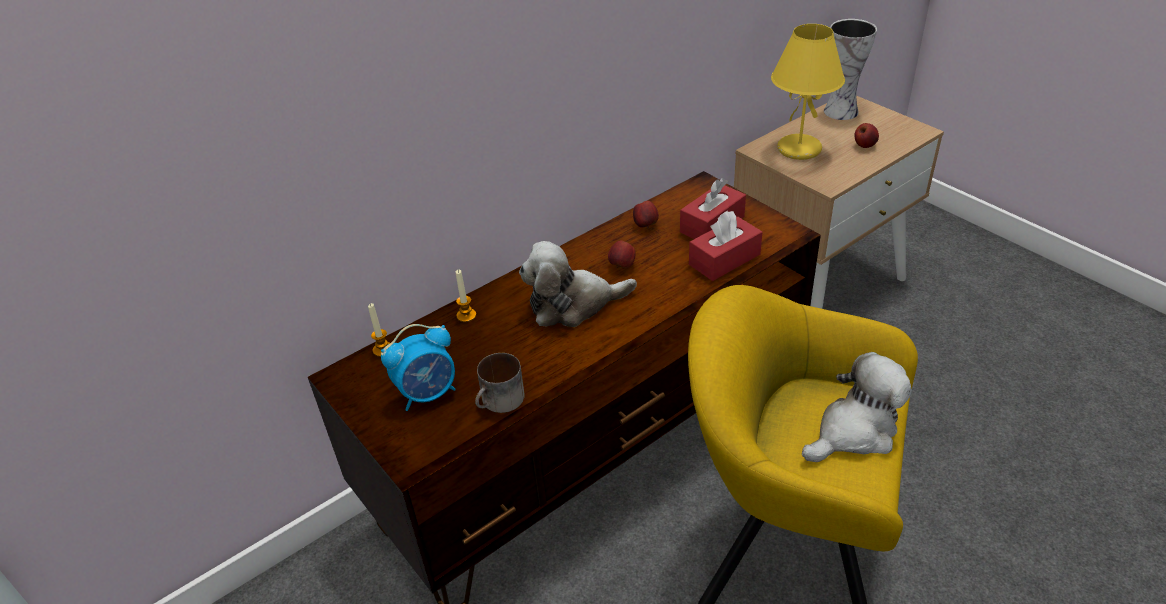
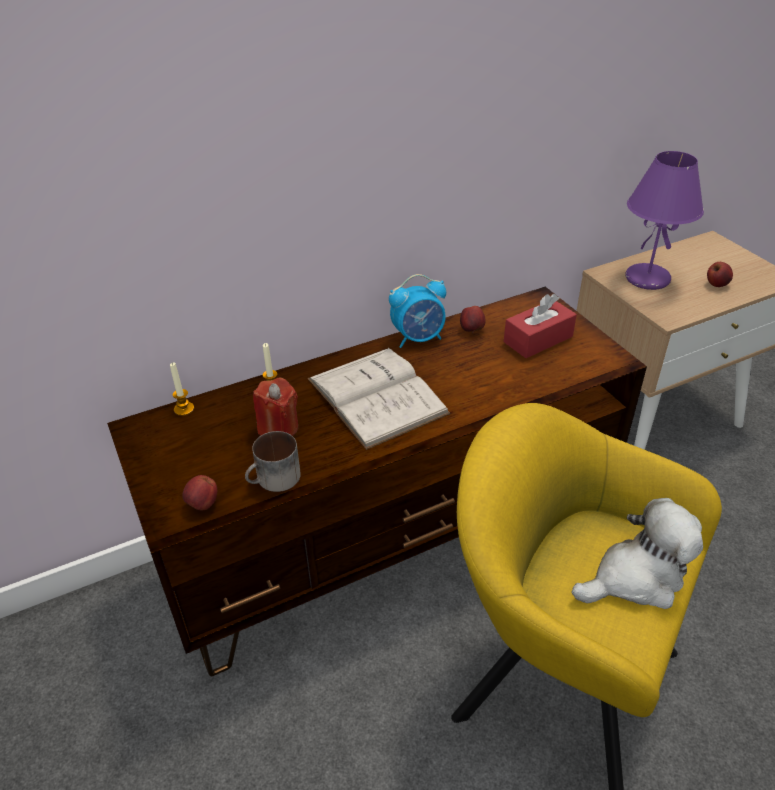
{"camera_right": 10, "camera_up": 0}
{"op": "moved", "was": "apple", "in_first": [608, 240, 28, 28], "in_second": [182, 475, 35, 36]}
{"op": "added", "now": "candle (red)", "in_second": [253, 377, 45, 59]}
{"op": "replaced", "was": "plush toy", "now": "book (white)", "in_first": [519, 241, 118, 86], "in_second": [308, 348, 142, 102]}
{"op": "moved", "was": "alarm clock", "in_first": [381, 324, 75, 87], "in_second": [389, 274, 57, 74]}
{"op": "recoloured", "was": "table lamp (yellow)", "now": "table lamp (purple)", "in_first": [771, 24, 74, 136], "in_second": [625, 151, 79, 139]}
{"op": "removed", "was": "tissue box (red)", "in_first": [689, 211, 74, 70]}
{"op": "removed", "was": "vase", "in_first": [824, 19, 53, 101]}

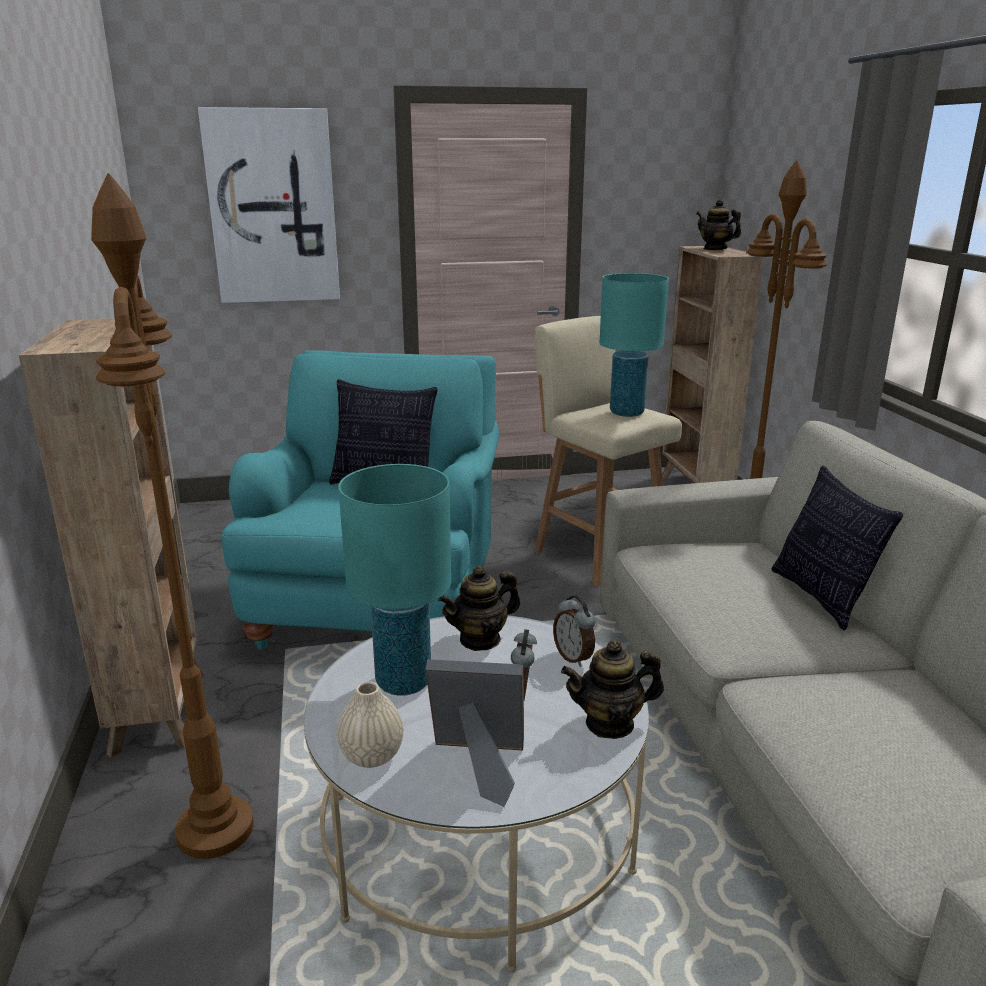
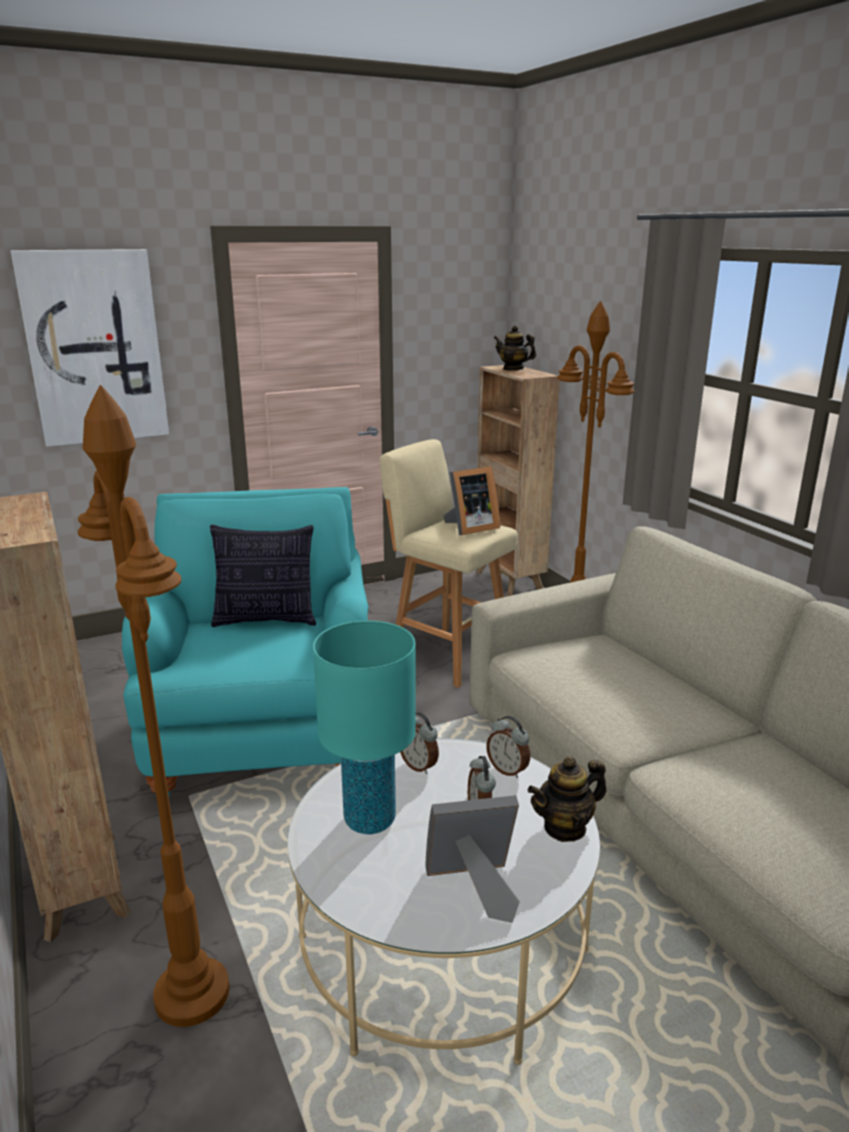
{"camera_right": -15, "camera_up": 0}
{"op": "replaced", "was": "teapot", "now": "alarm clock", "in_first": [438, 566, 82, 85], "in_second": [400, 712, 39, 62]}
{"op": "replaced", "was": "table lamp (turquoise)", "now": "picture frame", "in_first": [600, 273, 69, 144], "in_second": [443, 466, 57, 69]}
{"op": "removed", "was": "vase (beige)", "in_first": [337, 682, 66, 86]}
{"op": "removed", "was": "pillow", "in_first": [771, 466, 132, 164]}

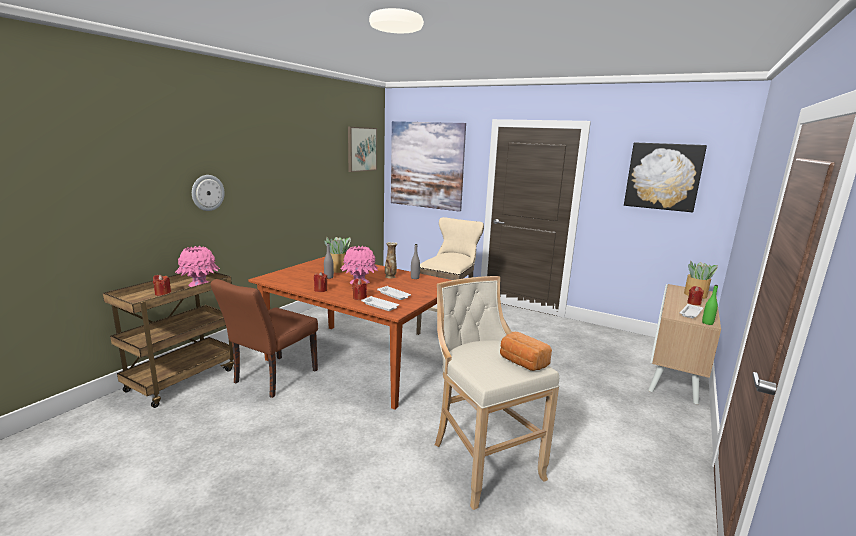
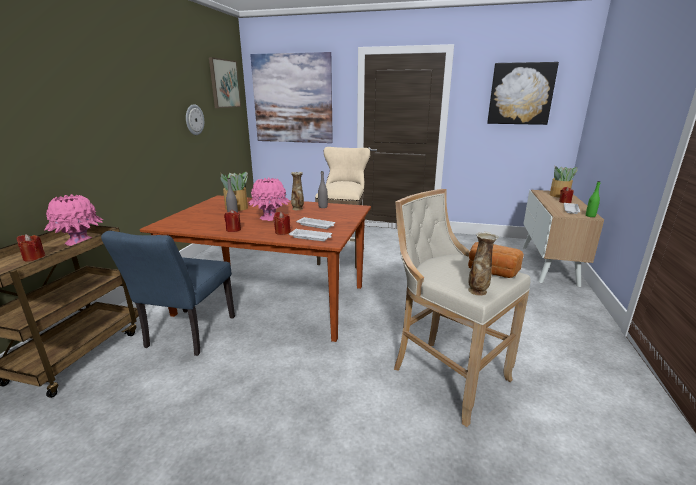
{"camera_right": -15, "camera_up": 5}
{"op": "recoloured", "was": "chair (brown)", "now": "chair (blue)", "in_first": [211, 279, 107, 119], "in_second": [101, 231, 134, 125]}
{"op": "moved", "was": "wall clock", "in_first": [192, 175, 33, 36], "in_second": [186, 104, 18, 31]}
{"op": "added", "now": "vase", "in_second": [468, 232, 31, 64]}

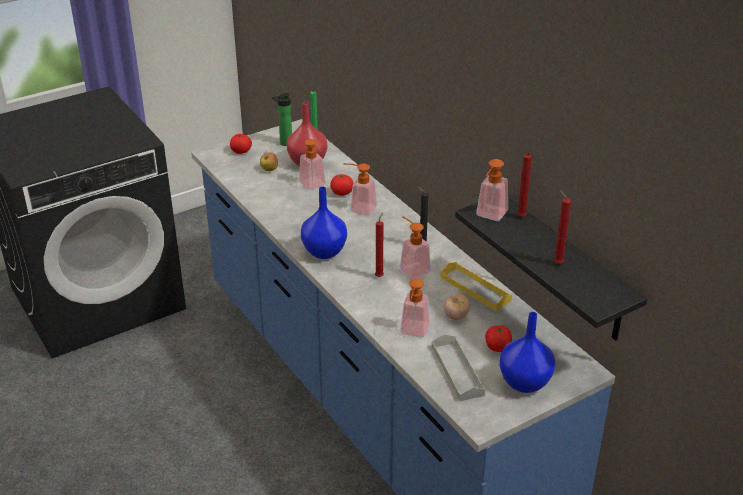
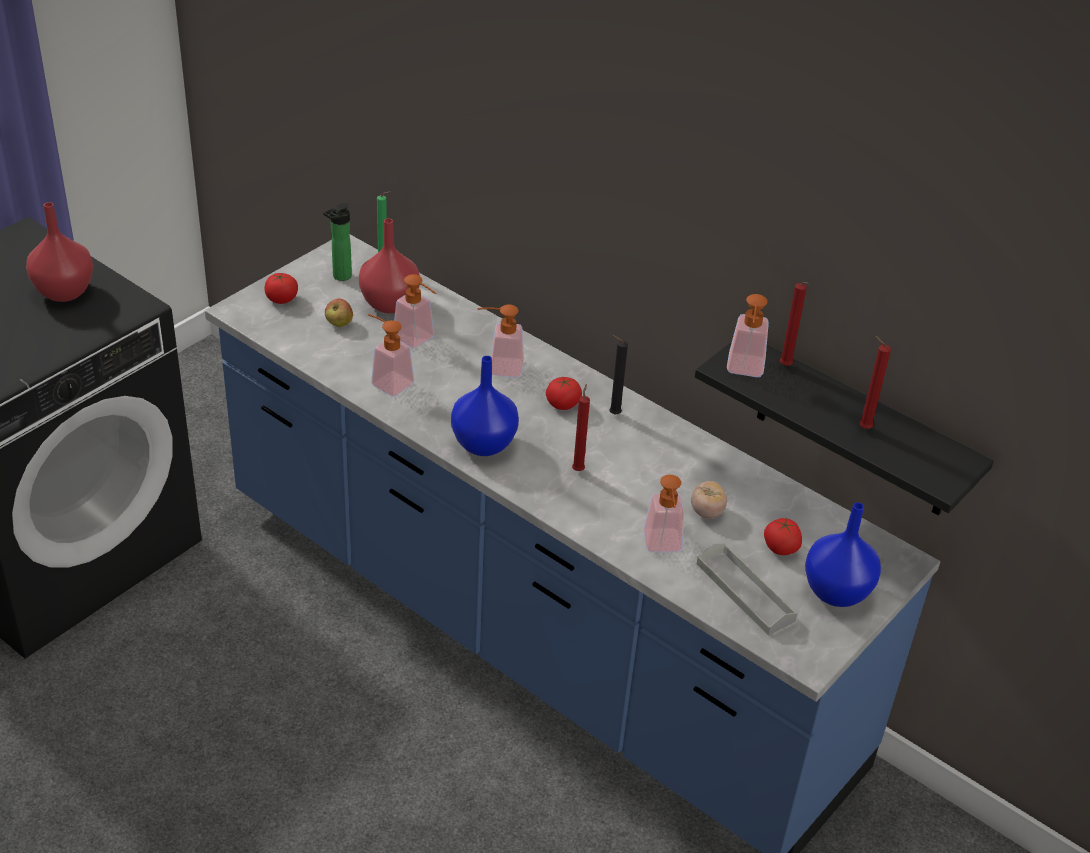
{"camera_right": -20, "camera_up": 5}
{"op": "added", "now": "vase (red)", "in_second": [26, 202, 67, 100]}
{"op": "moved", "was": "soap dispenser", "in_first": [400, 216, 31, 63], "in_second": [368, 314, 46, 83]}
{"op": "moved", "was": "tomato", "in_first": [330, 174, 23, 22], "in_second": [546, 376, 36, 34]}
{"op": "removed", "was": "tray (yellow)", "in_first": [440, 262, 72, 49]}

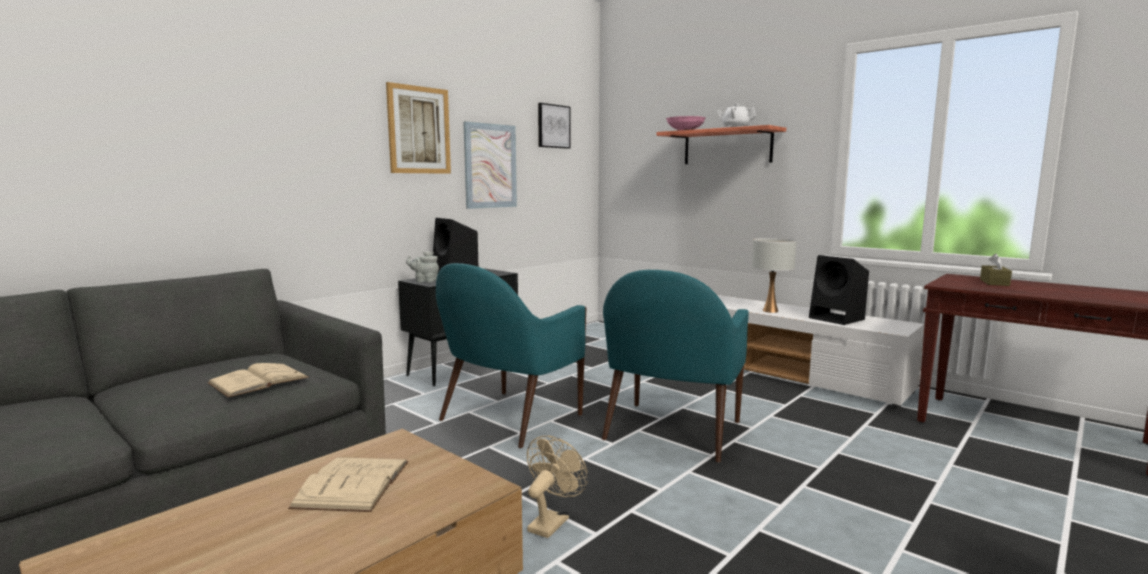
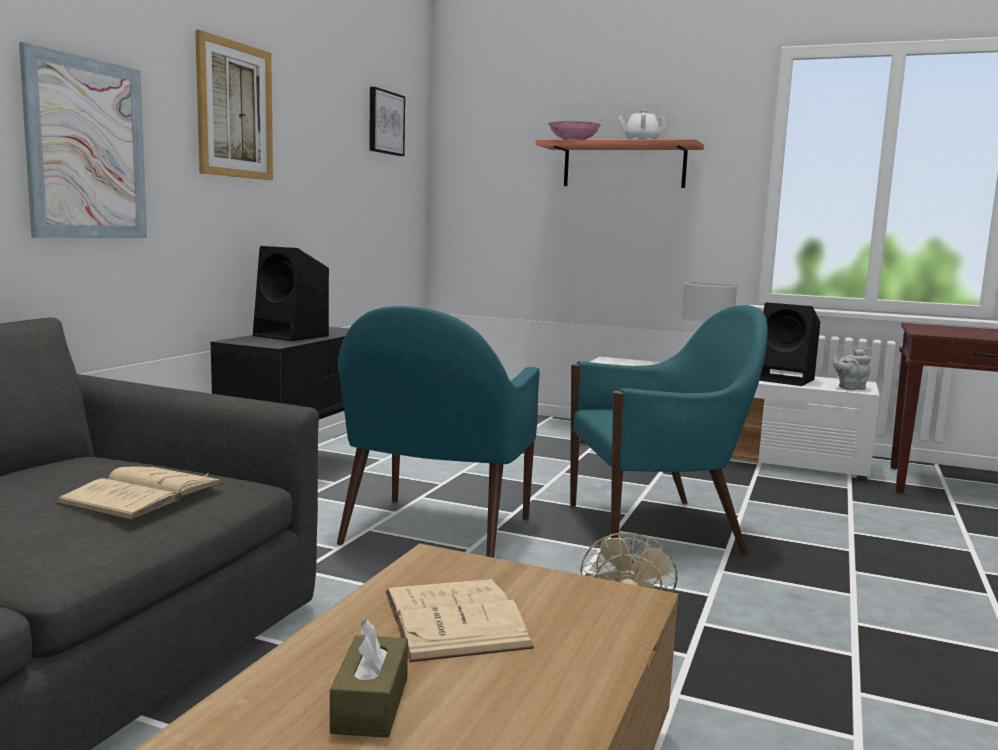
{"camera_right": -20, "camera_up": 0}
{"op": "moved", "was": "picture", "in_first": [464, 121, 53, 88], "in_second": [19, 42, 128, 196]}
{"op": "moved", "was": "tissue box (brown)", "in_first": [980, 253, 32, 33], "in_second": [330, 619, 78, 119]}
{"op": "turned", "was": "armchair (turquoise)", "in_first": [602, 270, 147, 193], "in_second": [570, 305, 198, 251], "clockwise": -105}
{"op": "moved", "was": "teapot (grey)", "in_first": [406, 251, 33, 32], "in_second": [833, 349, 38, 41]}

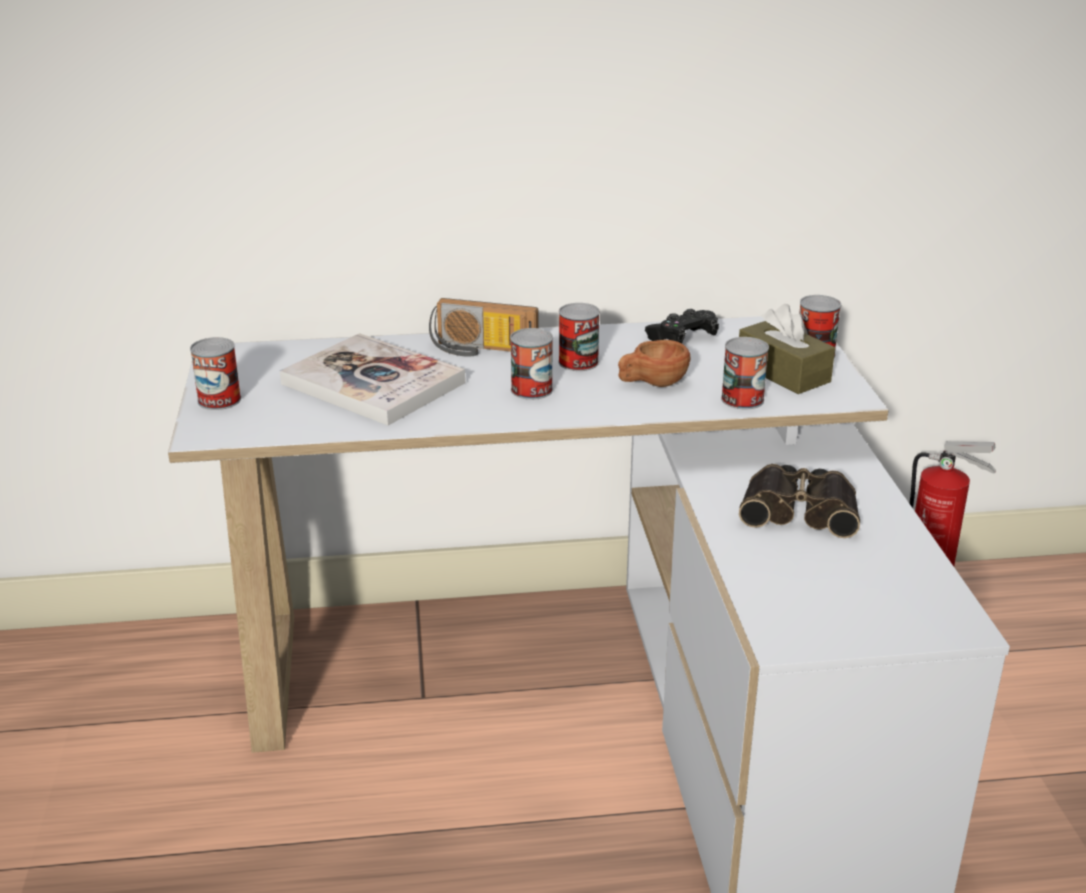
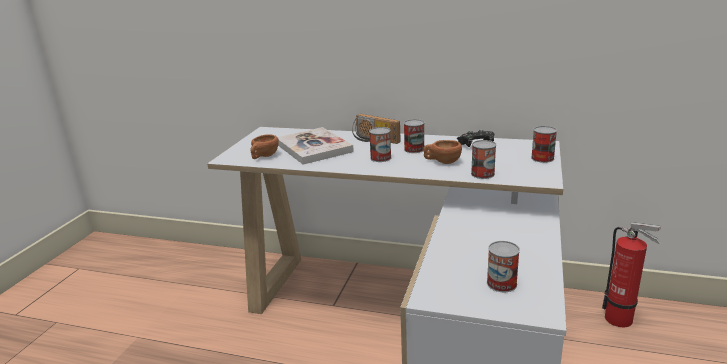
{"camera_right": 25, "camera_up": -5}
{"op": "added", "now": "cup (brown)", "in_second": [251, 134, 28, 25]}
{"op": "moved", "was": "can", "in_first": [190, 337, 51, 73], "in_second": [487, 241, 33, 51]}
{"op": "removed", "was": "tissue box (brown)", "in_first": [739, 304, 96, 90]}
{"op": "removed", "was": "binoculars", "in_first": [739, 464, 121, 74]}

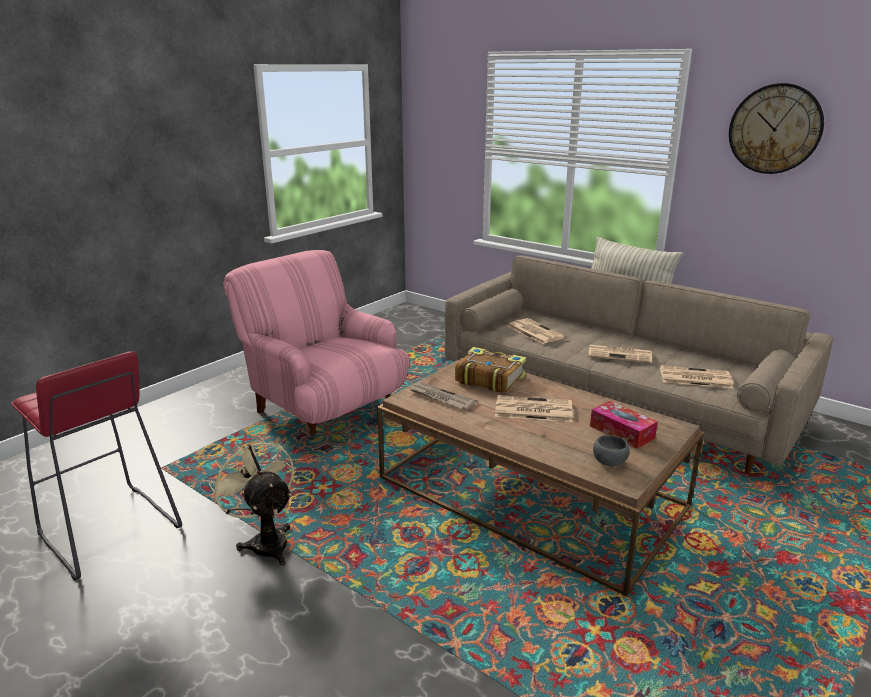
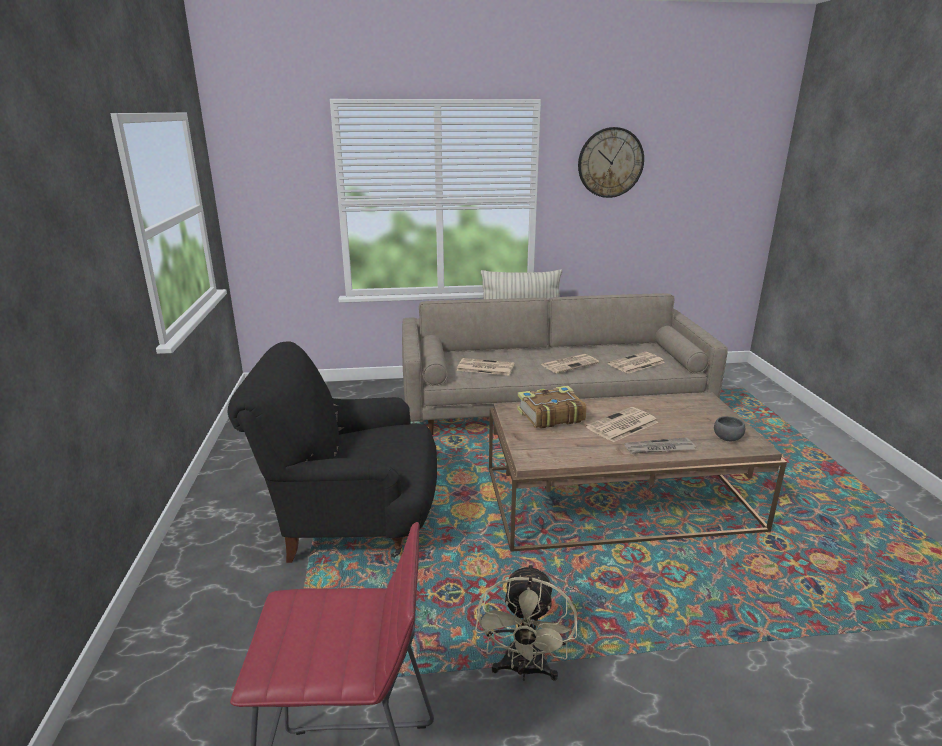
{"camera_right": -45, "camera_up": 0}
{"op": "recoloured", "was": "armchair (pink)", "now": "armchair (black)", "in_first": [224, 250, 185, 190], "in_second": [227, 341, 210, 222]}
{"op": "turned", "was": "fan (beige)", "in_first": [209, 436, 85, 129], "in_second": [475, 564, 102, 117], "clockwise": -90}
{"op": "moved", "was": "newspaper", "in_first": [408, 382, 69, 27], "in_second": [624, 437, 72, 17]}
{"op": "removed", "was": "tissue box", "in_first": [590, 401, 68, 48]}

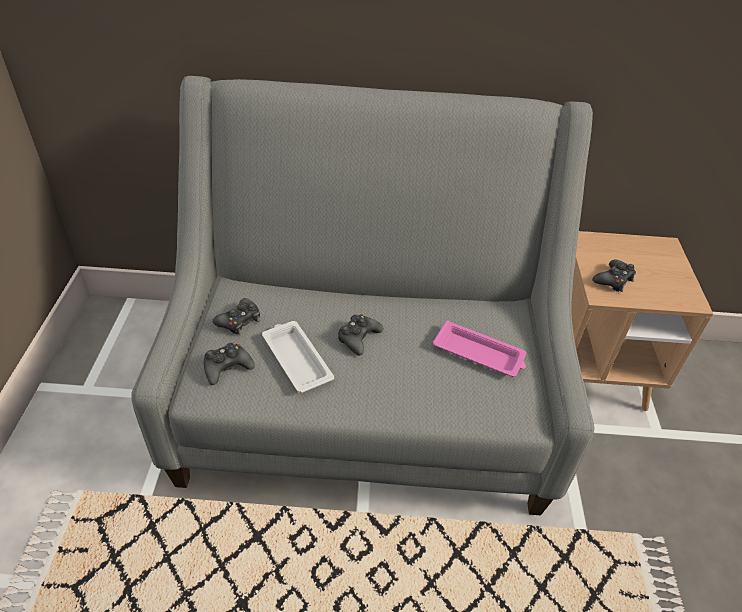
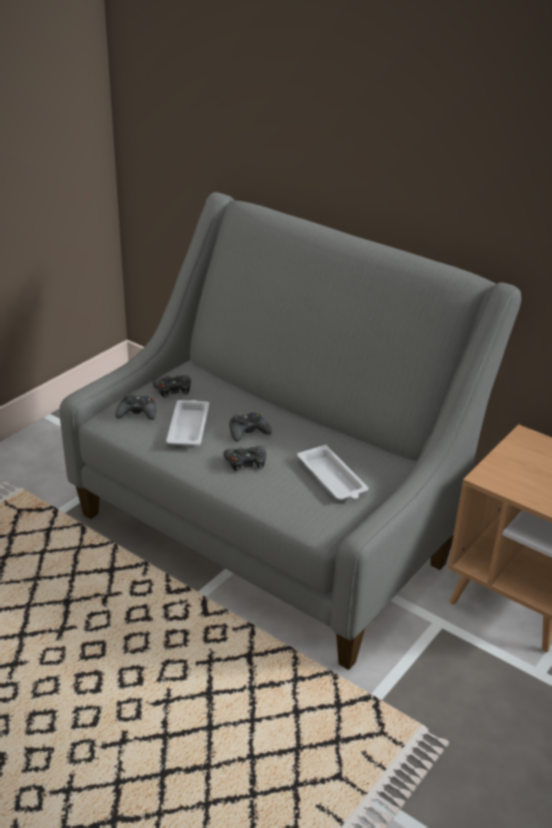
{"camera_right": 35, "camera_up": -10}
{"op": "moved", "was": "game controller (black)", "in_first": [592, 259, 44, 33], "in_second": [223, 446, 43, 26]}
{"op": "recoloured", "was": "tray (pink)", "now": "tray (white)", "in_first": [433, 320, 94, 57], "in_second": [297, 445, 71, 55]}

